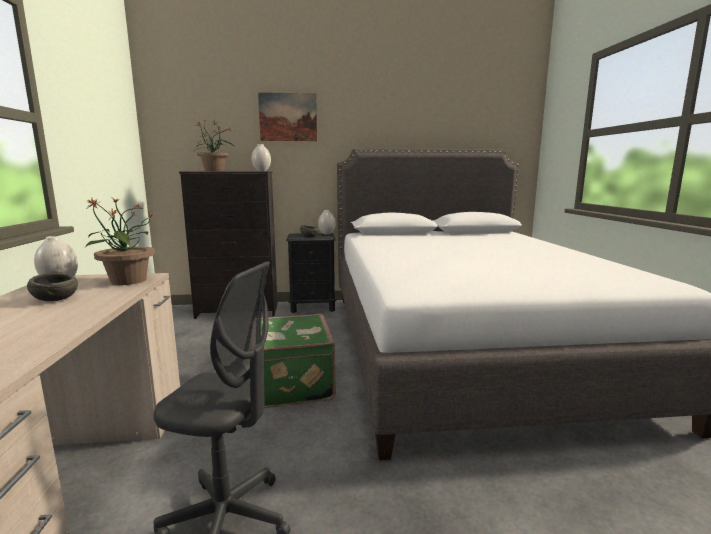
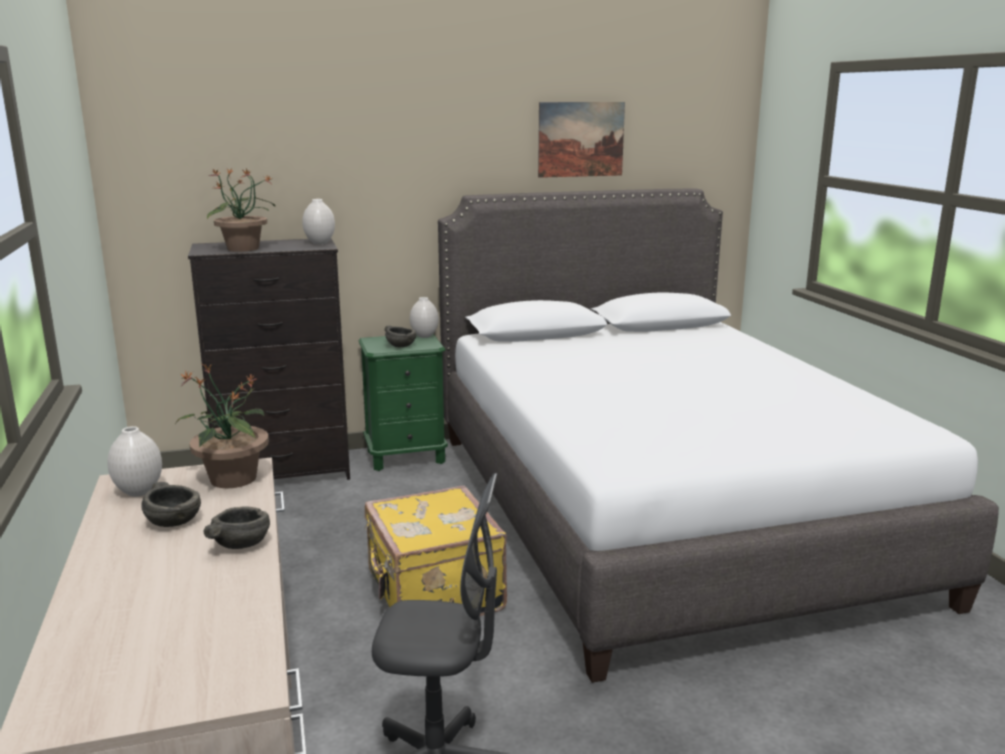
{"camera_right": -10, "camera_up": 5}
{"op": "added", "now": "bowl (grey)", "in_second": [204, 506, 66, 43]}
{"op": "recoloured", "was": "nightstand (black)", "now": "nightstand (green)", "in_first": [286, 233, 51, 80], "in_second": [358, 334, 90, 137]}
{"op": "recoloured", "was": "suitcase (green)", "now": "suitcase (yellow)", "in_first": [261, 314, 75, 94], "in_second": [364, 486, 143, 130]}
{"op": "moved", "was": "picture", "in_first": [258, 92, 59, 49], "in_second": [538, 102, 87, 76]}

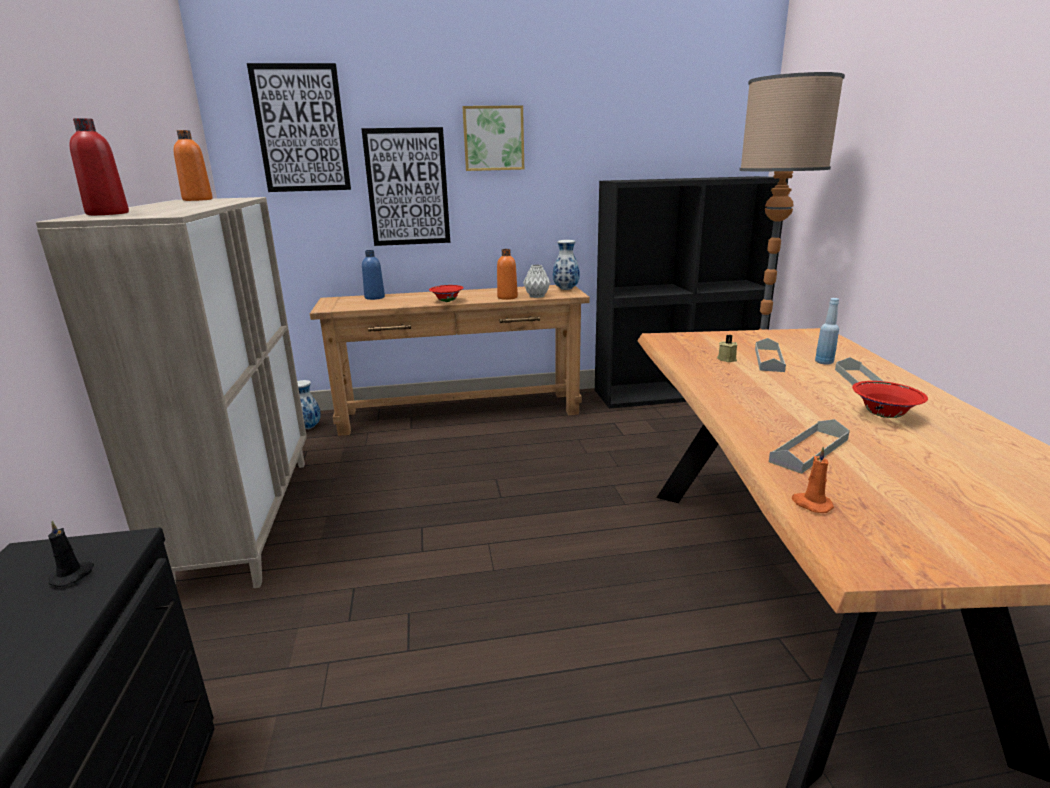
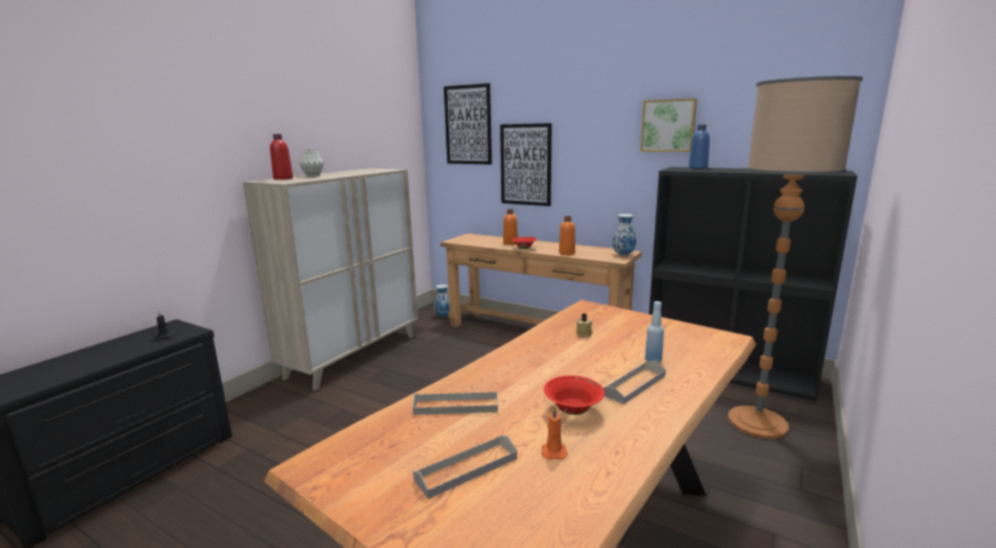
{"camera_right": 40, "camera_up": -5}
{"op": "moved", "was": "vase (grey)", "in_first": [523, 265, 28, 33], "in_second": [299, 148, 25, 29]}
{"op": "moved", "was": "tray (grey)", "in_first": [755, 338, 31, 34], "in_second": [413, 435, 104, 64]}
{"op": "moved", "was": "bottle (orange)", "in_first": [174, 130, 39, 71], "in_second": [503, 209, 15, 36]}
{"op": "moved", "was": "candle (orange)", "in_first": [792, 447, 42, 66], "in_second": [541, 407, 27, 53]}
{"op": "moved", "was": "picture", "in_first": [463, 105, 61, 66], "in_second": [640, 98, 57, 54]}
{"op": "moved", "was": "bottle (blue)", "in_first": [362, 250, 23, 50], "in_second": [689, 125, 21, 44]}

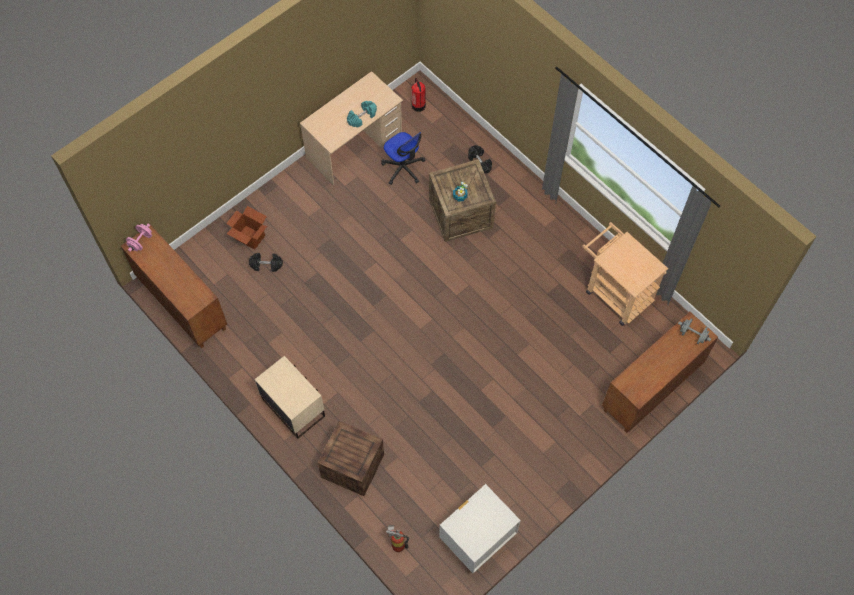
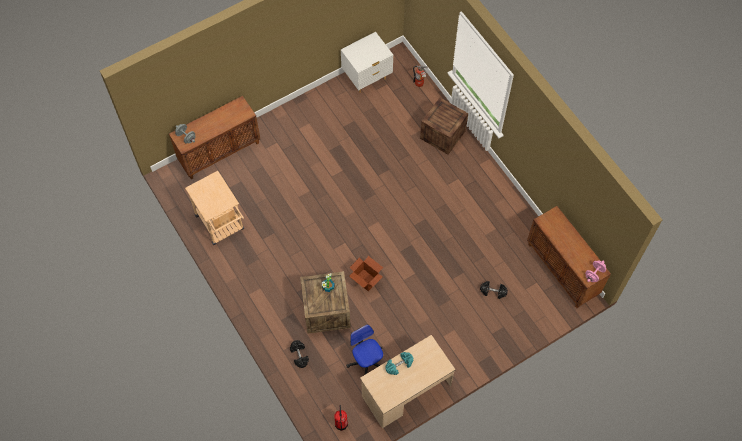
{"camera_right": -170, "camera_up": 0}
{"op": "moved", "was": "cardboard box", "in_first": [226, 206, 41, 44], "in_second": [349, 256, 34, 35]}
{"op": "removed", "was": "nightstand (beige)", "in_first": [254, 356, 71, 83]}

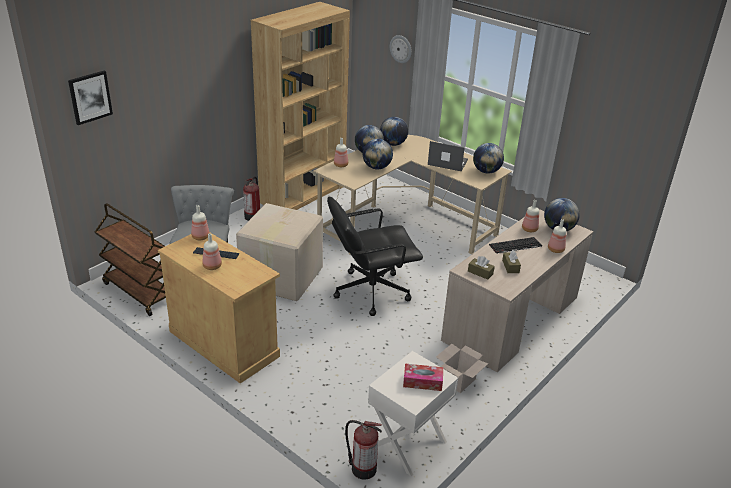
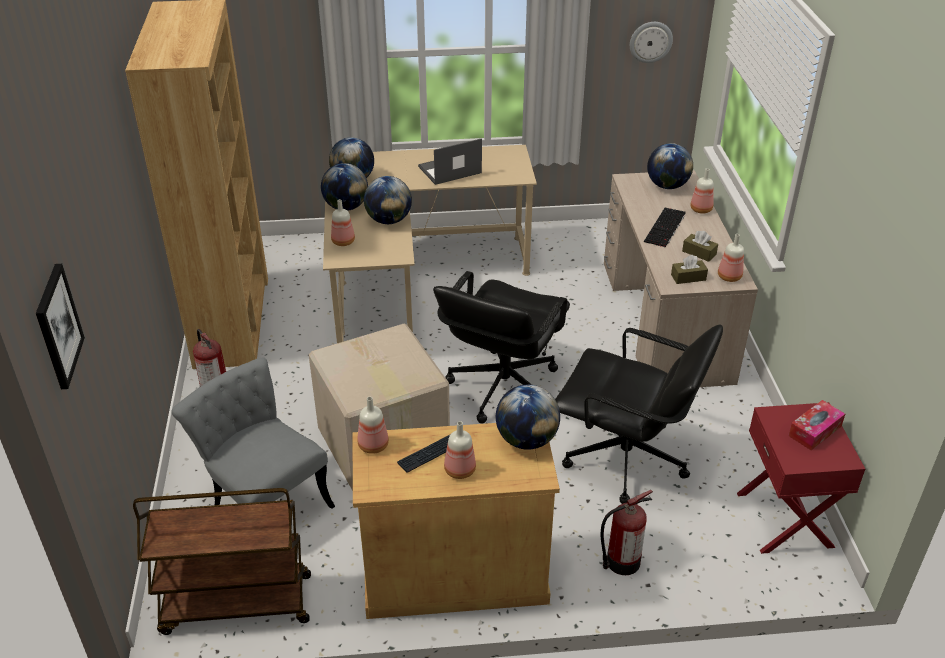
{"camera_right": -45, "camera_up": 5}
{"op": "moved", "was": "globe", "in_first": [473, 143, 31, 31], "in_second": [496, 385, 64, 65]}
{"op": "added", "now": "office chair (black)", "in_second": [555, 324, 168, 180]}
{"op": "moved", "was": "fire extinguisher", "in_first": [345, 420, 37, 60], "in_second": [600, 490, 53, 85]}
{"op": "moved", "was": "wall clock", "in_first": [390, 35, 22, 28], "in_second": [630, 22, 43, 41]}
{"op": "moved", "was": "bottle", "in_first": [522, 200, 17, 32], "in_second": [718, 234, 26, 48]}
{"op": "recoloured", "was": "nightstand (white)", "now": "nightstand (red)", "in_first": [368, 351, 90, 126], "in_second": [737, 402, 128, 152]}
{"op": "removed", "was": "cardboard box", "in_first": [436, 344, 52, 49]}

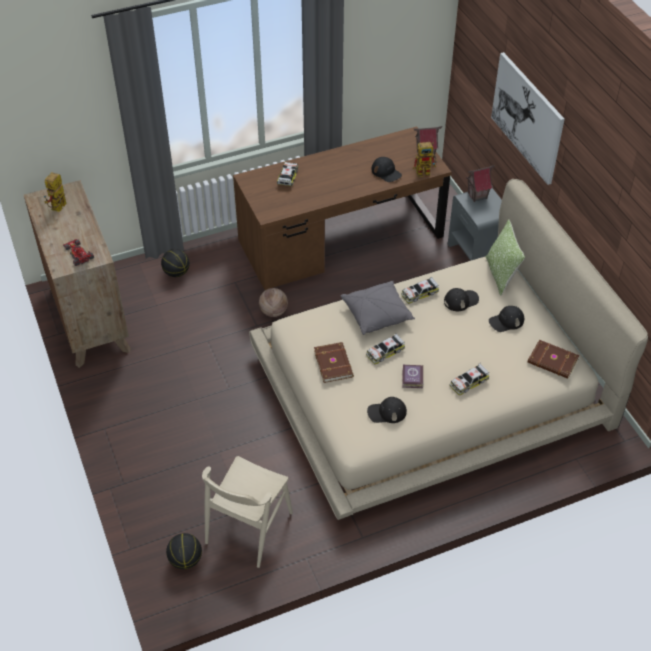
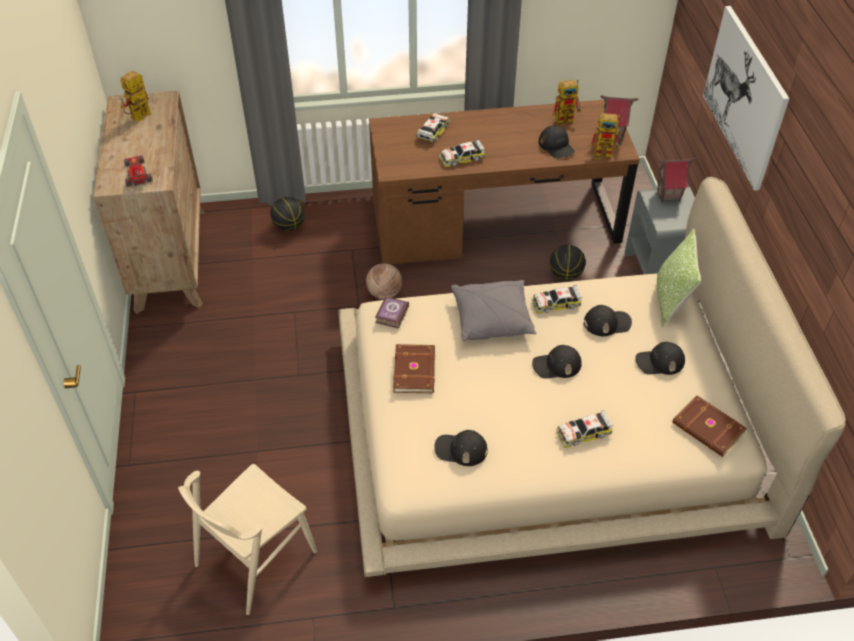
{"camera_right": 15, "camera_up": 0}
{"op": "moved", "was": "book", "in_first": [402, 365, 22, 23], "in_second": [375, 297, 34, 32]}
{"op": "moved", "was": "toy car", "in_first": [366, 333, 39, 31], "in_second": [439, 139, 46, 28]}
{"op": "added", "now": "cap (black)", "in_second": [532, 345, 50, 34]}
{"op": "moved", "was": "basketball", "in_first": [166, 533, 36, 36], "in_second": [550, 245, 36, 35]}
{"op": "added", "now": "toy robot", "in_second": [552, 80, 29, 46]}

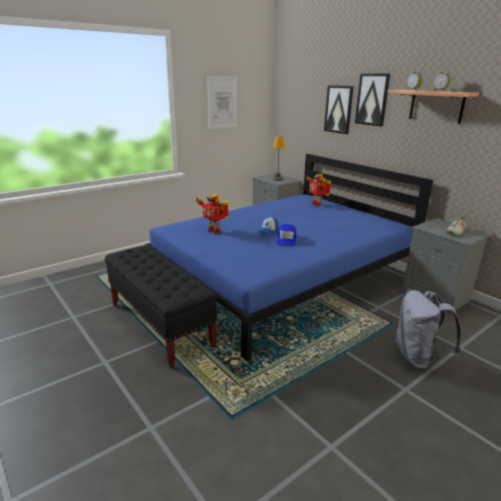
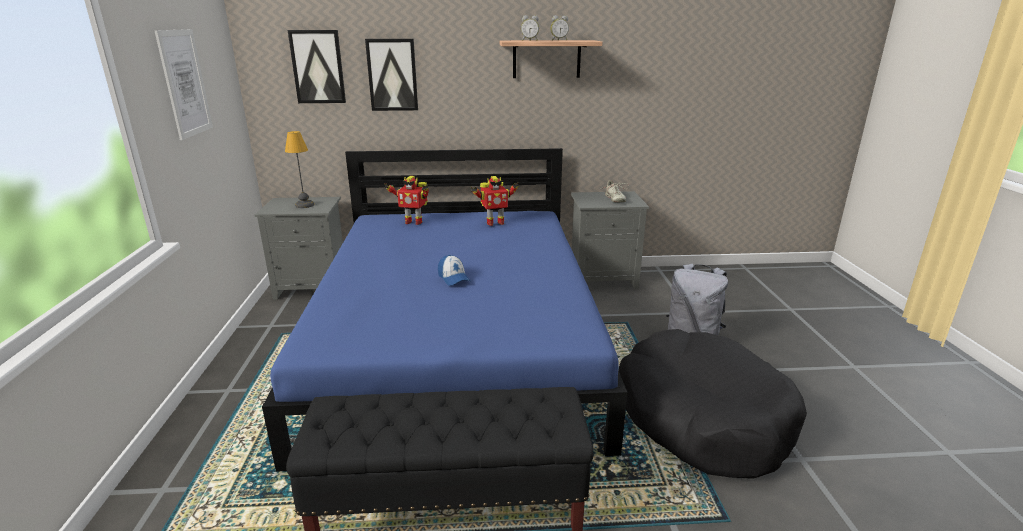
{"camera_right": -55, "camera_up": 0}
{"op": "moved", "was": "picture", "in_first": [355, 73, 35, 53], "in_second": [288, 30, 58, 73]}
{"op": "moved", "was": "toy robot", "in_first": [196, 195, 33, 38], "in_second": [470, 176, 49, 50]}
{"op": "added", "now": "dog bed (black)", "in_second": [619, 329, 188, 150]}
{"op": "removed", "was": "cap (blue)", "in_first": [277, 224, 19, 21]}

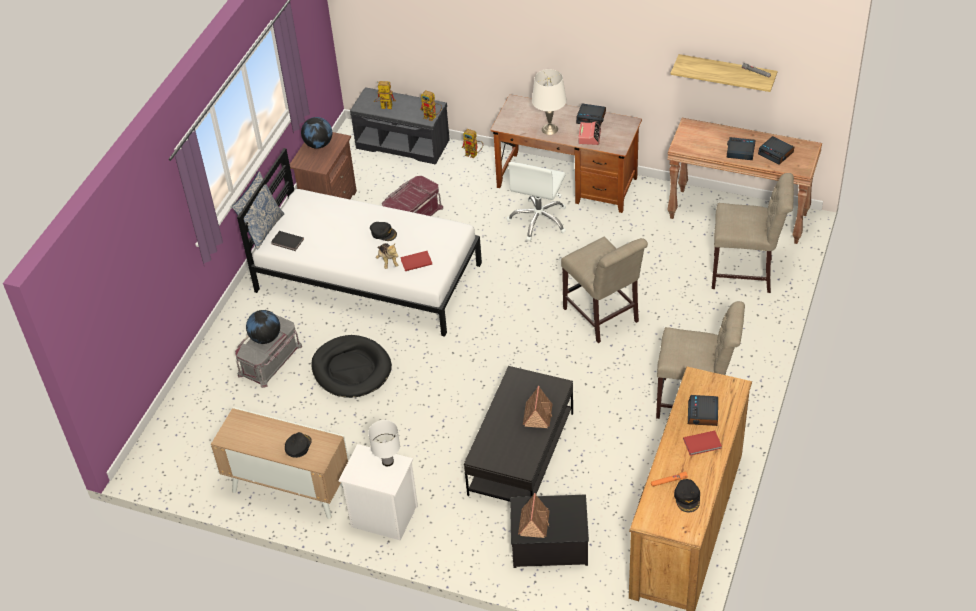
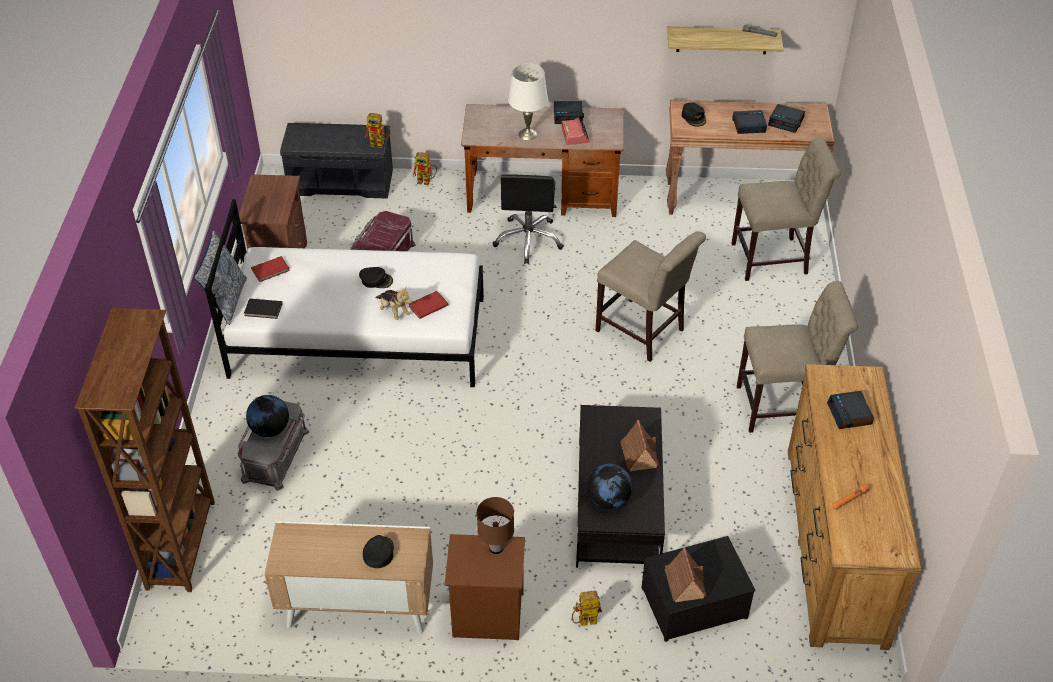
{"camera_right": -20, "camera_up": 0}
{"op": "added", "now": "bookcase (brown)", "in_second": [75, 308, 140, 284]}
{"op": "moved", "was": "book (red)", "in_first": [683, 430, 39, 26], "in_second": [251, 256, 39, 26]}
{"op": "recoloured", "was": "nightstand (white)", "now": "nightstand (brown)", "in_first": [338, 444, 80, 97], "in_second": [445, 534, 80, 106]}
{"op": "recoloured", "was": "table lamp (white)", "now": "table lamp (brown)", "in_first": [368, 420, 32, 46], "in_second": [477, 497, 37, 57]}
{"op": "recoloured", "was": "office chair (white)", "now": "office chair (black)", "in_first": [507, 162, 59, 79], "in_second": [493, 174, 71, 90]}
{"op": "moved", "was": "toy robot", "in_first": [374, 81, 22, 28], "in_second": [572, 590, 30, 36]}
{"op": "moved", "was": "globe", "in_first": [301, 117, 31, 32], "in_second": [587, 464, 45, 45]}
{"op": "moved", "was": "cap (black)", "in_first": [674, 479, 26, 33], "in_second": [682, 103, 24, 24]}
{"op": "removed", "was": "dog bed (black)", "in_first": [312, 335, 80, 63]}

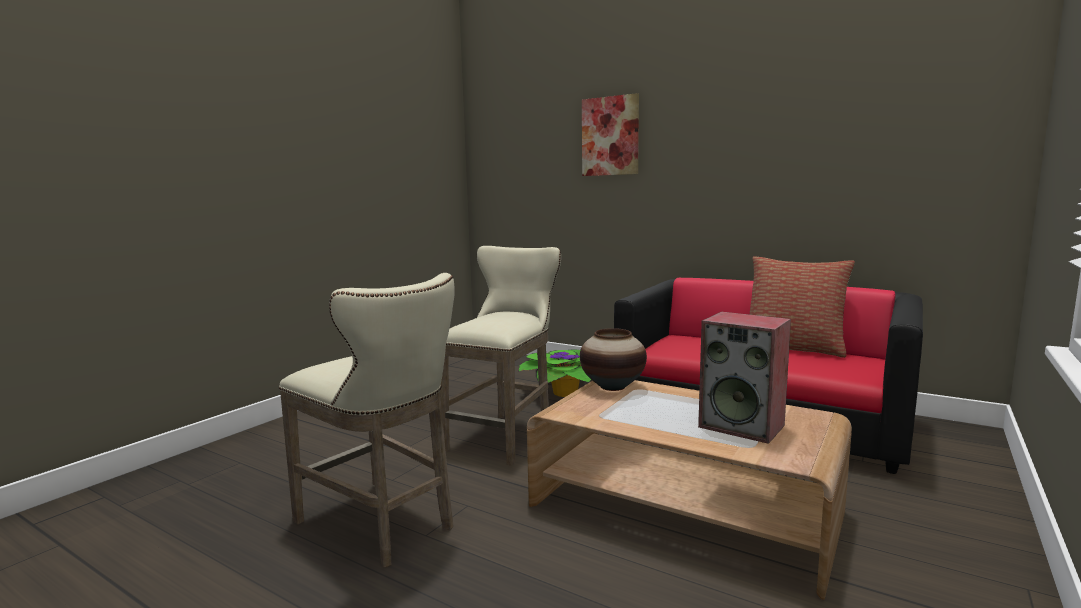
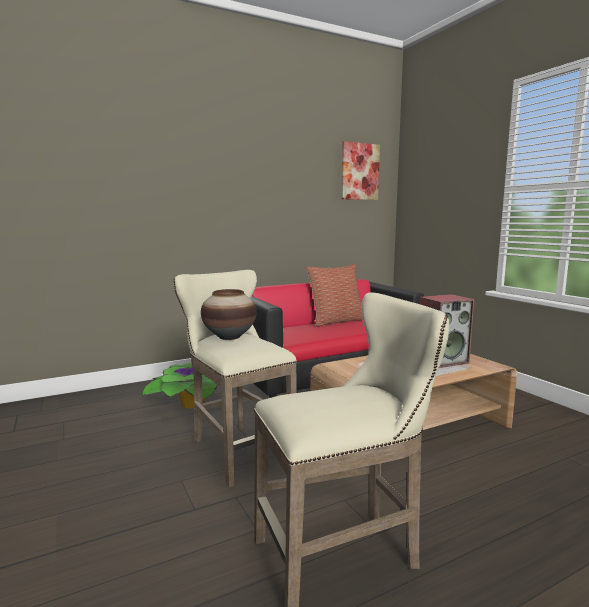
{"camera_right": -60, "camera_up": 0}
{"op": "moved", "was": "vase", "in_first": [580, 328, 67, 63], "in_second": [201, 289, 56, 51]}
{"op": "moved", "was": "picture", "in_first": [582, 93, 57, 83], "in_second": [341, 141, 39, 59]}

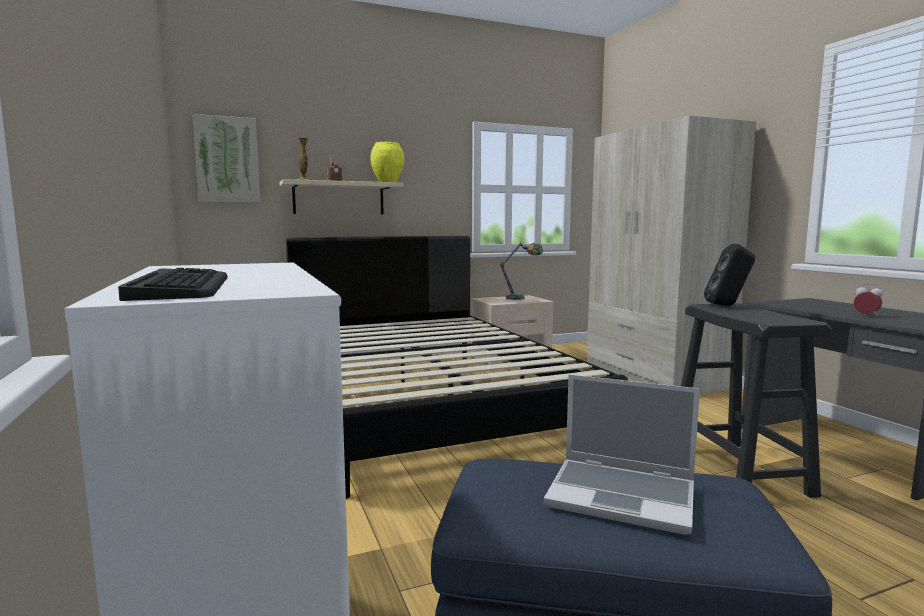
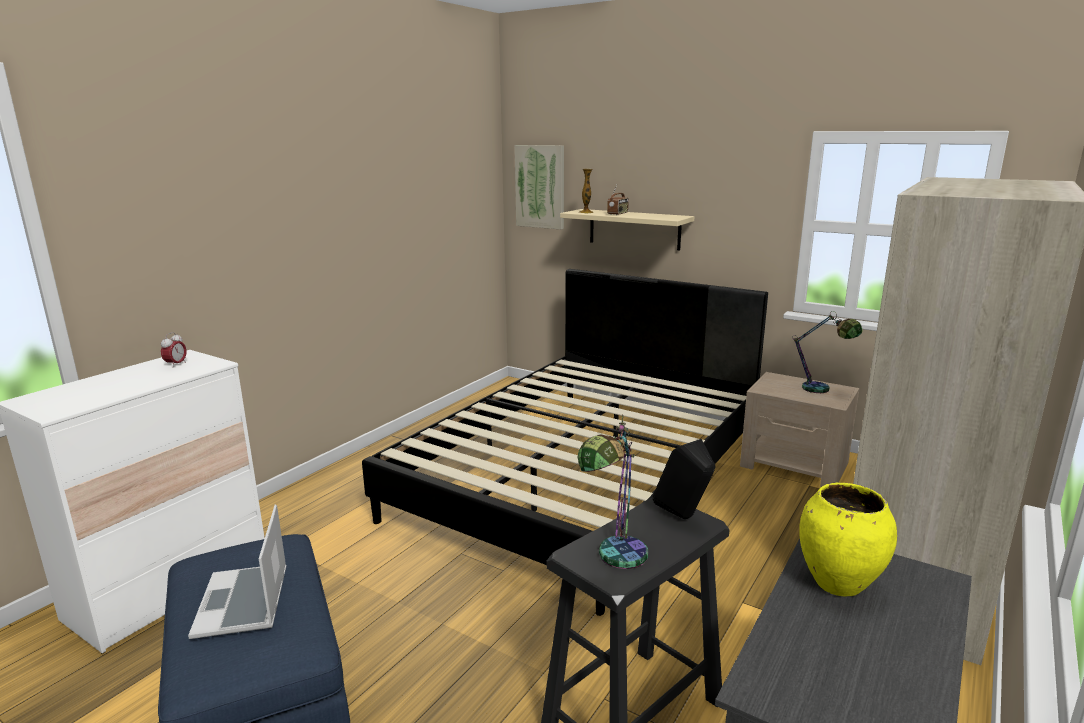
{"camera_right": 55, "camera_up": 10}
{"op": "moved", "was": "alarm clock", "in_first": [854, 284, 29, 31], "in_second": [161, 332, 26, 36]}
{"op": "added", "now": "table lamp", "in_second": [578, 414, 70, 155]}
{"op": "moved", "was": "vase (yellow)", "in_first": [370, 142, 34, 40], "in_second": [799, 483, 98, 113]}
{"op": "removed", "was": "keyboard", "in_first": [118, 268, 110, 33]}

